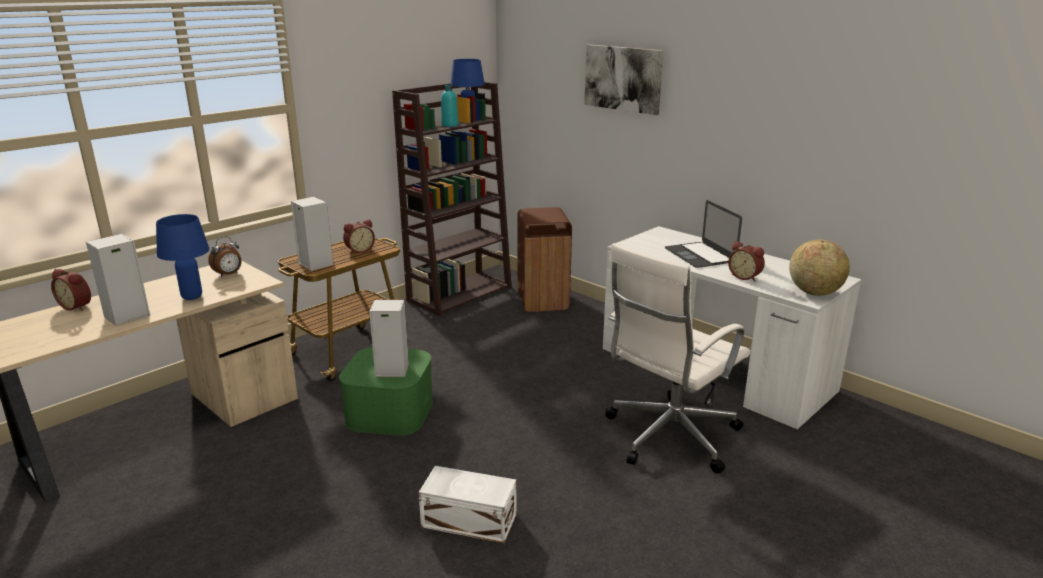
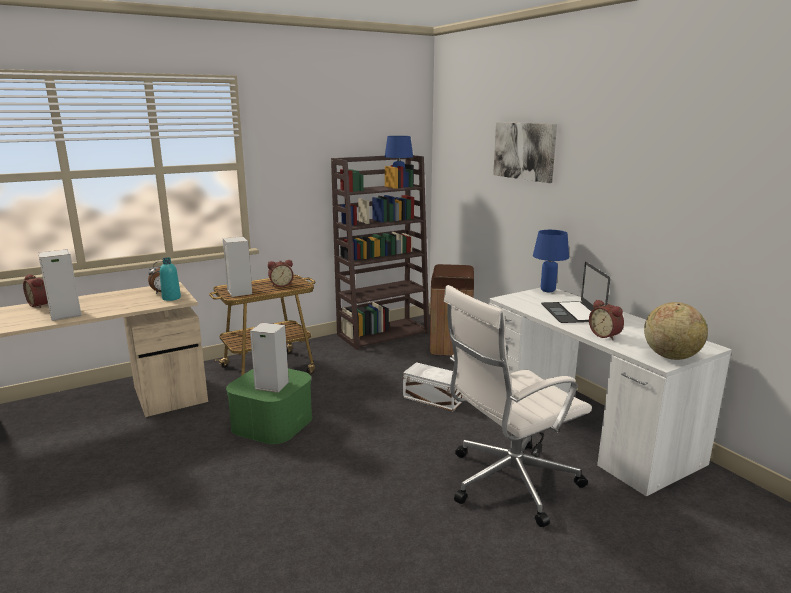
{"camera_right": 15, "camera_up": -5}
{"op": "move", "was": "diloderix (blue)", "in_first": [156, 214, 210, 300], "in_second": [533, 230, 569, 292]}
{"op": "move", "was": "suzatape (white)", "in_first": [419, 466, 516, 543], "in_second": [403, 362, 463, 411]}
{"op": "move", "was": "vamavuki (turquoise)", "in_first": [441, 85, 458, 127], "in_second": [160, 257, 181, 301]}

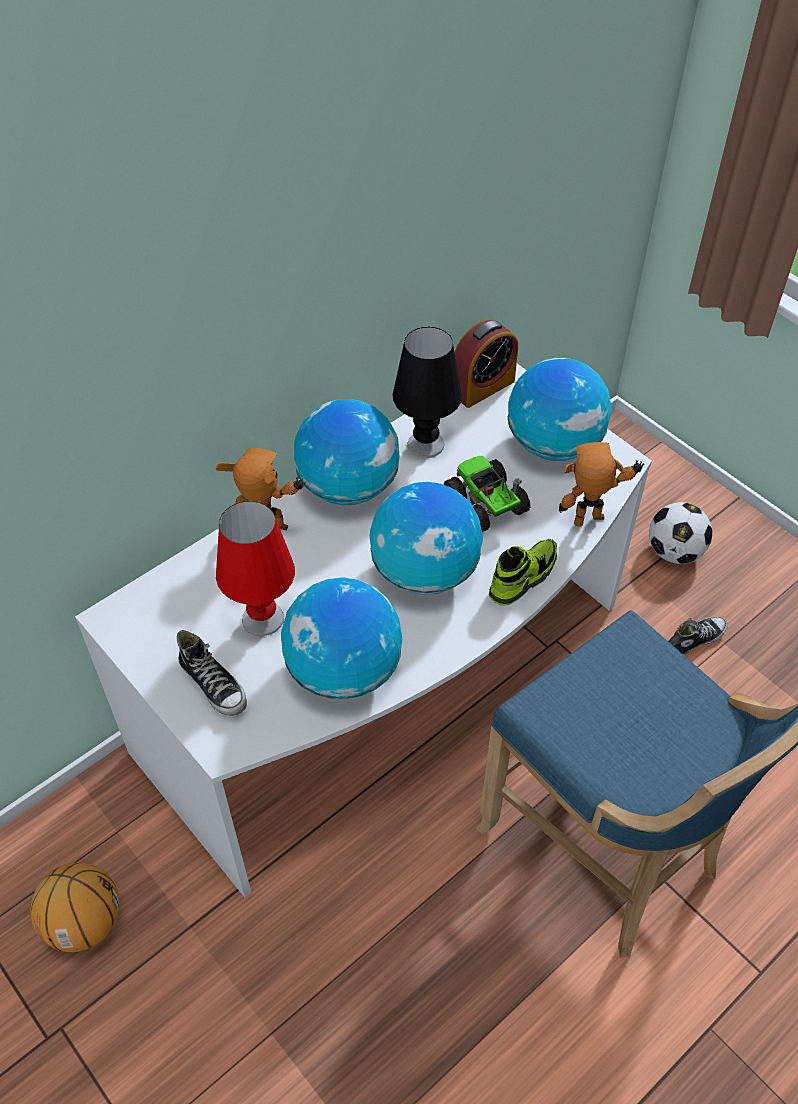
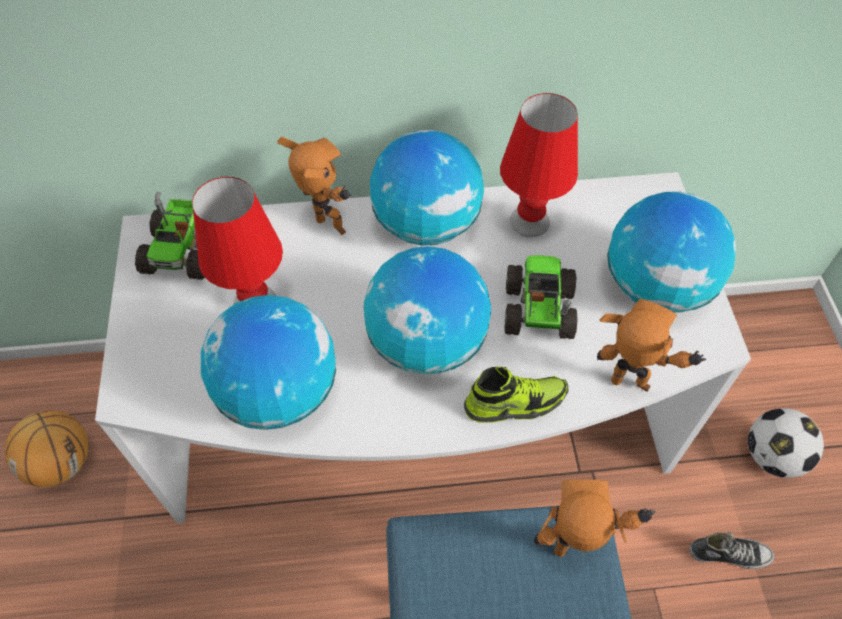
{"camera_right": 35, "camera_up": 5}
{"op": "delete", "was": "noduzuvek", "in_first": [177, 630, 247, 716]}
{"op": "delete", "was": "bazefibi", "in_first": [455, 319, 518, 408]}
{"op": "insert", "now": "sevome", "in_second": [135, 192, 205, 280]}
{"op": "insert", "now": "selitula", "in_second": [534, 479, 656, 557]}
{"op": "recolor", "was": "diloderix (black)", "now": "diloderix (red)", "in_first": [393, 327, 462, 458], "in_second": [500, 93, 578, 237]}

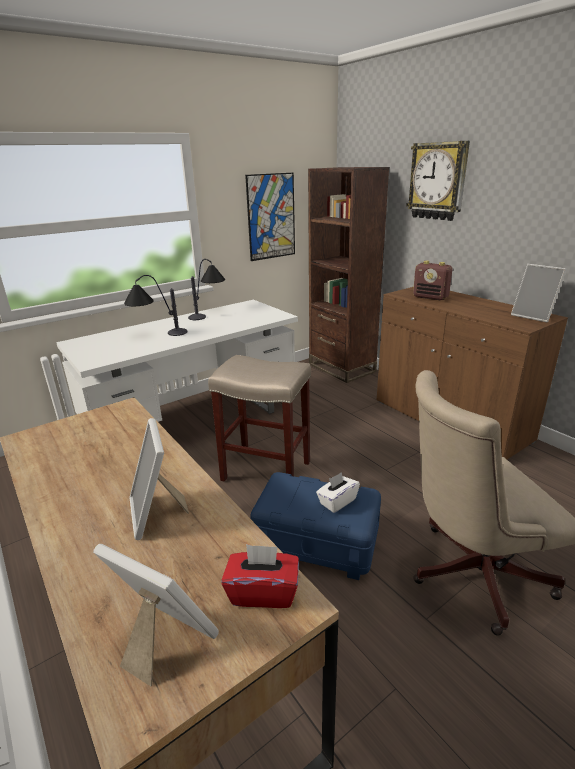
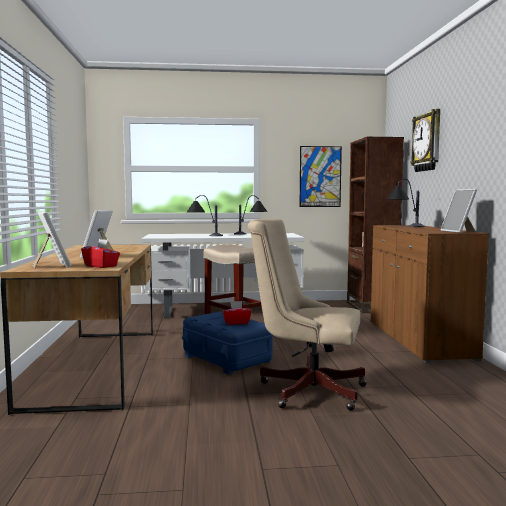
{"camera_right": 30, "camera_up": -20}
{"op": "replace", "was": "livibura", "now": "diloderix", "in_first": [413, 261, 452, 300], "in_second": [387, 179, 425, 227]}
{"op": "recolor", "was": "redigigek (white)", "now": "redigigek (red)", "in_first": [316, 472, 360, 513], "in_second": [222, 301, 252, 325]}

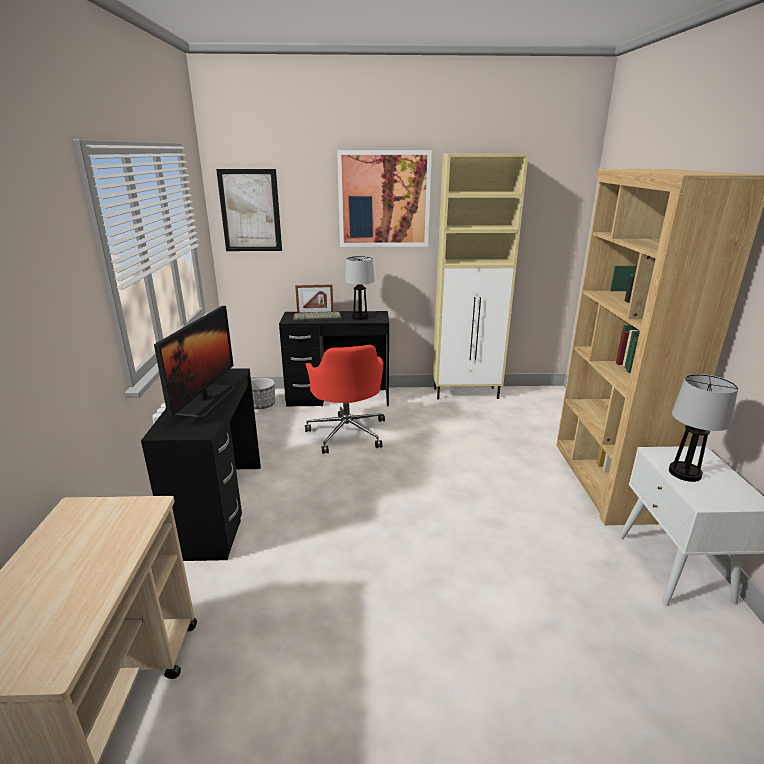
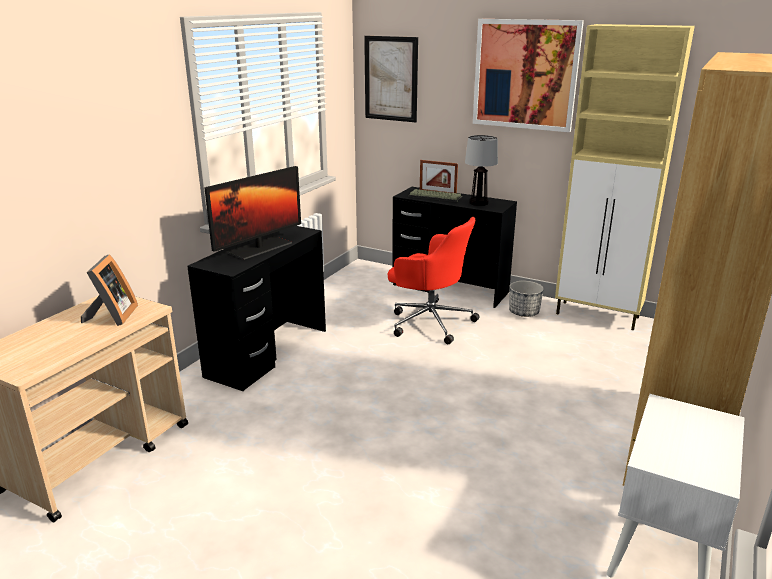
{"camera_right": 30, "camera_up": 0}
{"op": "delete", "was": "diloderix", "in_first": [669, 374, 738, 482]}
{"op": "insert", "now": "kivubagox", "in_second": [81, 254, 138, 326]}
{"op": "move", "was": "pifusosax", "in_first": [251, 378, 275, 409], "in_second": [509, 281, 544, 317]}
{"op": "rotate", "was": "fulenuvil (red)", "in_first": [305, 345, 385, 454], "in_second": [388, 217, 480, 344], "clockwise": -75}

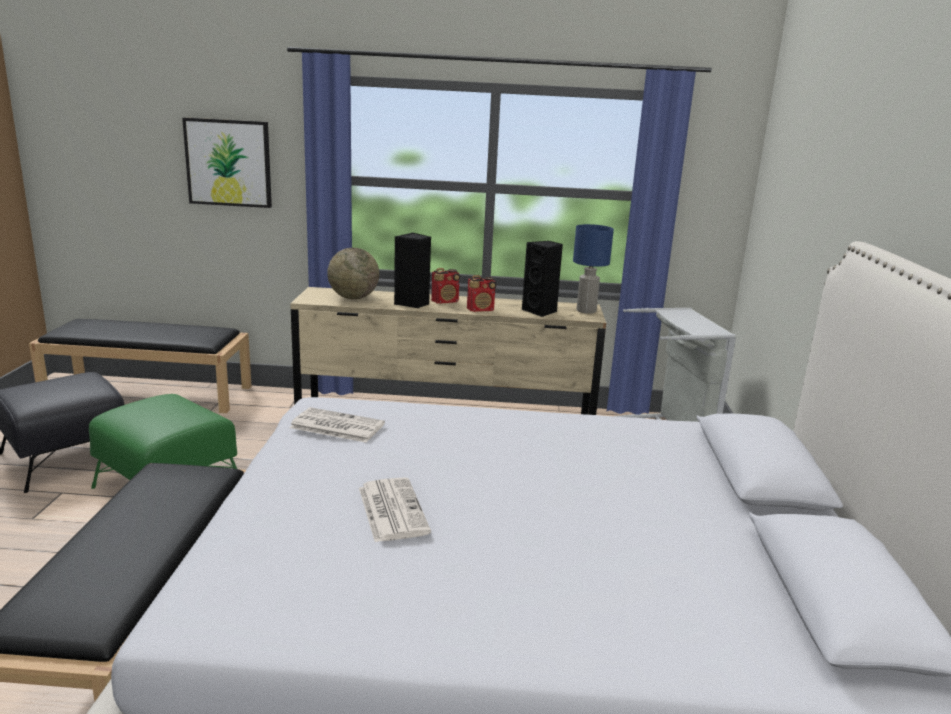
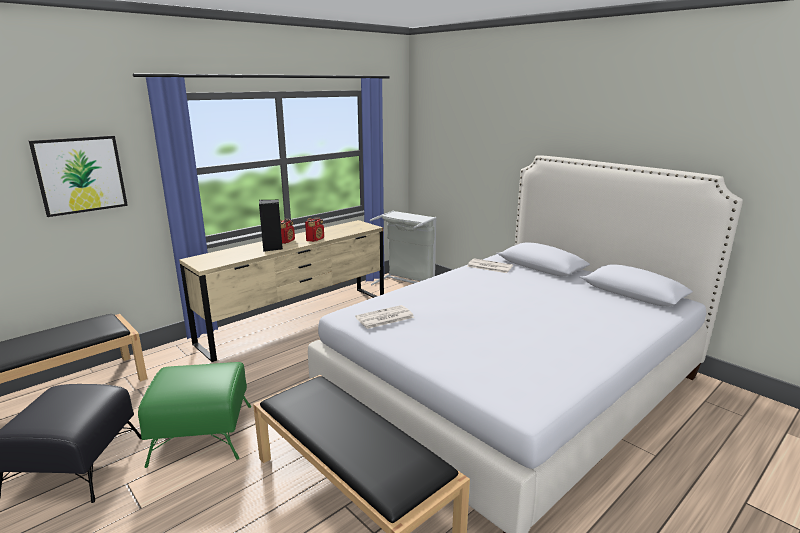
{"camera_right": -45, "camera_up": 0}
{"op": "delete", "was": "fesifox", "in_first": [327, 248, 379, 299]}
{"op": "delete", "was": "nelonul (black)", "in_first": [522, 241, 563, 317]}
{"op": "delete", "was": "diloderix (blue)", "in_first": [573, 224, 614, 314]}
{"op": "move", "was": "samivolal", "in_first": [359, 477, 431, 542], "in_second": [467, 258, 513, 273]}

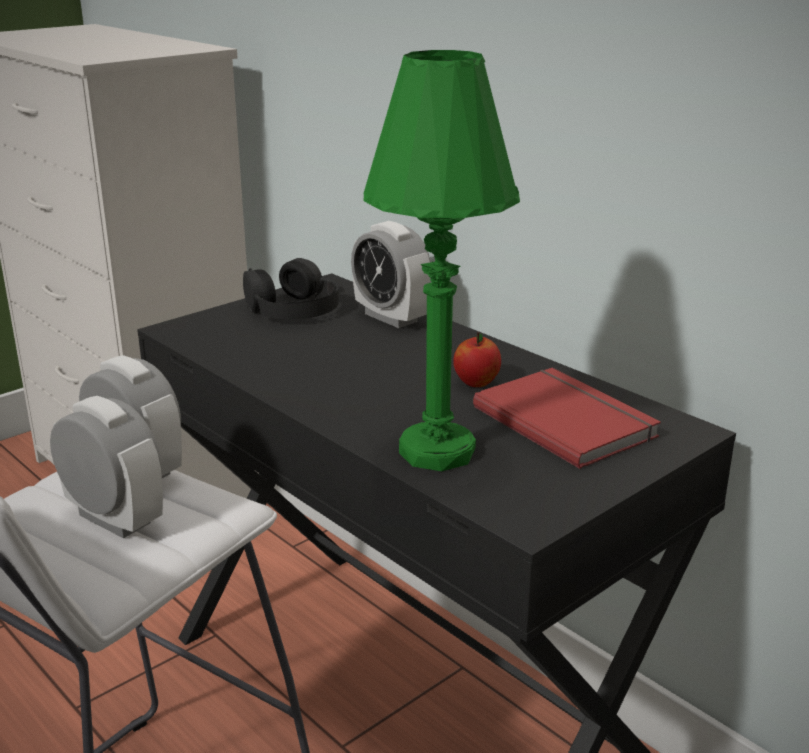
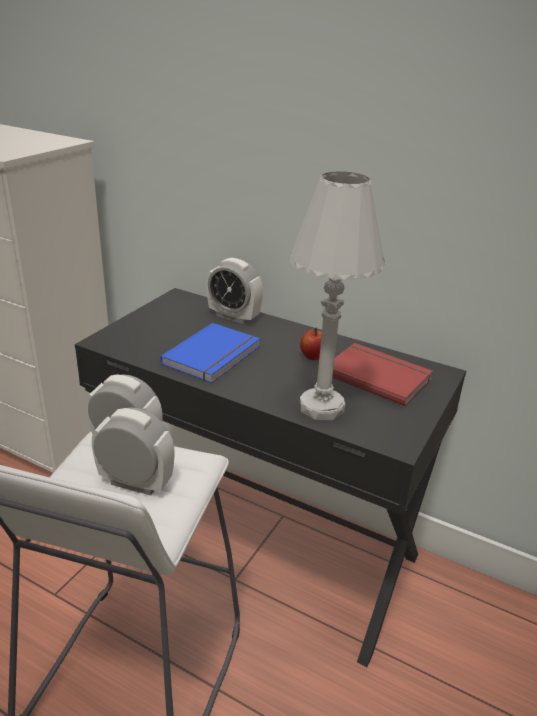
{"camera_right": -20, "camera_up": 5}
{"op": "delete", "was": "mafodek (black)", "in_first": [243, 258, 339, 320]}
{"op": "insert", "now": "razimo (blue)", "in_second": [160, 323, 260, 383]}
{"op": "recolor", "was": "diloderix (green)", "now": "diloderix (white)", "in_first": [363, 50, 520, 471], "in_second": [290, 171, 385, 420]}

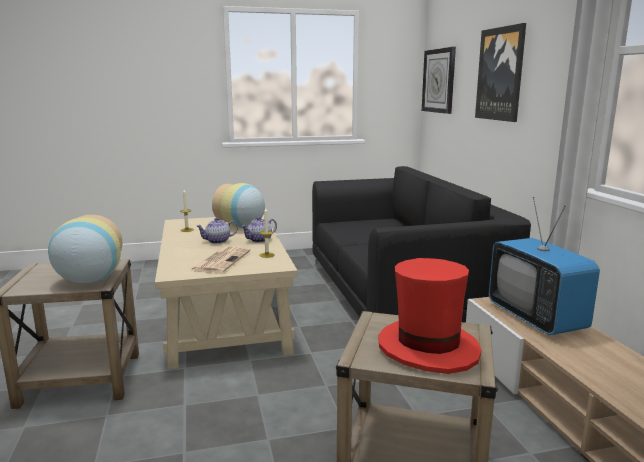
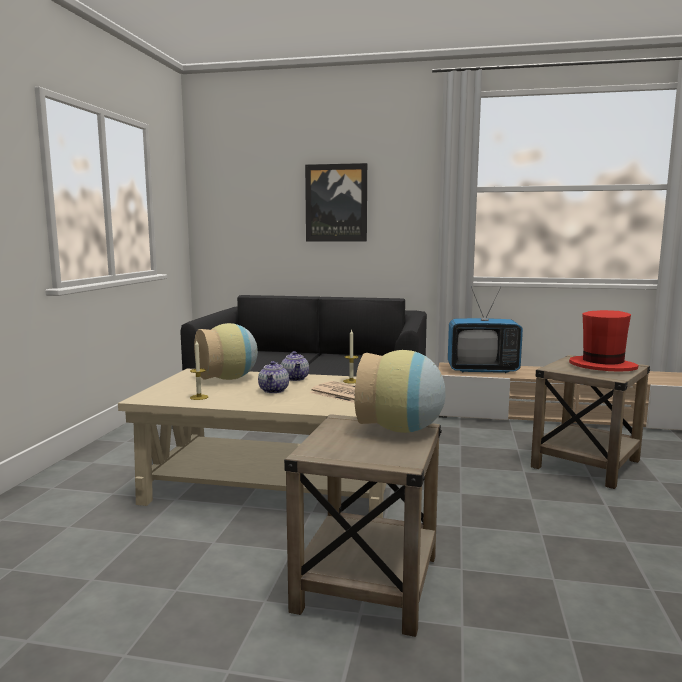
{"camera_right": -65, "camera_up": -5}
{"op": "delete", "was": "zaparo", "in_first": [422, 47, 456, 114]}

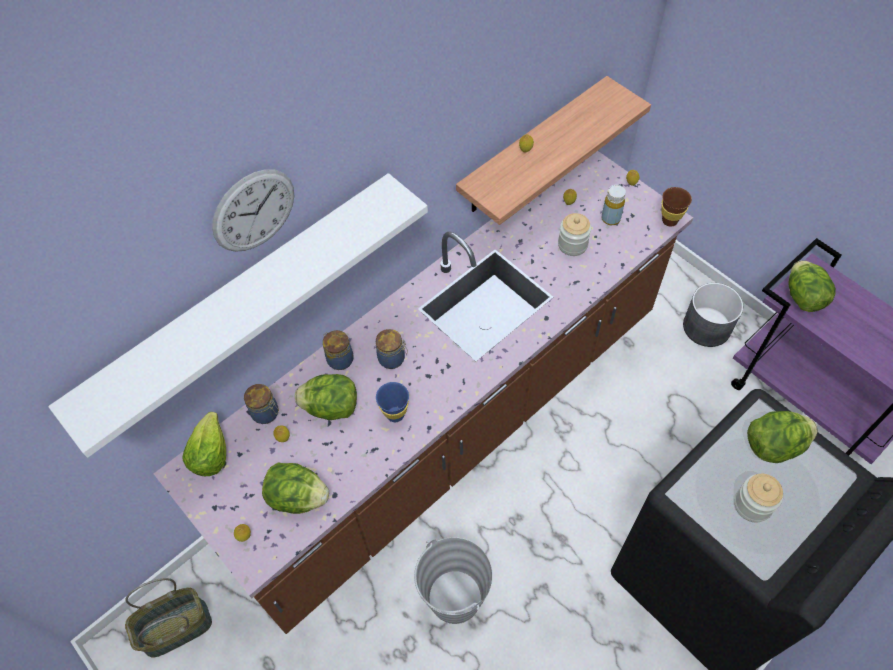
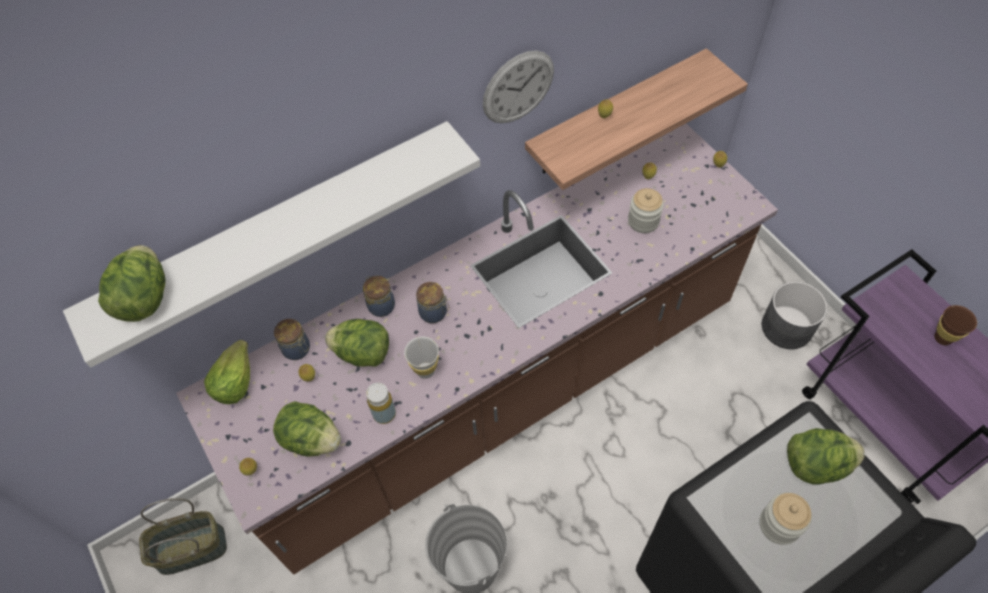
{"camera_right": 10, "camera_up": 0}
{"op": "move", "was": "zaparo", "in_first": [212, 169, 294, 252], "in_second": [483, 50, 554, 123]}
{"op": "move", "was": "vamavuki (yellow)", "in_first": [601, 185, 626, 225], "in_second": [366, 383, 396, 424]}
{"op": "move", "was": "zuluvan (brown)", "in_first": [661, 187, 692, 227], "in_second": [935, 305, 977, 345]}
{"op": "move", "was": "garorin", "in_first": [788, 260, 836, 312], "in_second": [98, 245, 165, 322]}
{"op": "recolor", "was": "zuluvan (blue)", "now": "zuluvan (white)", "in_first": [376, 382, 409, 422], "in_second": [404, 336, 439, 379]}

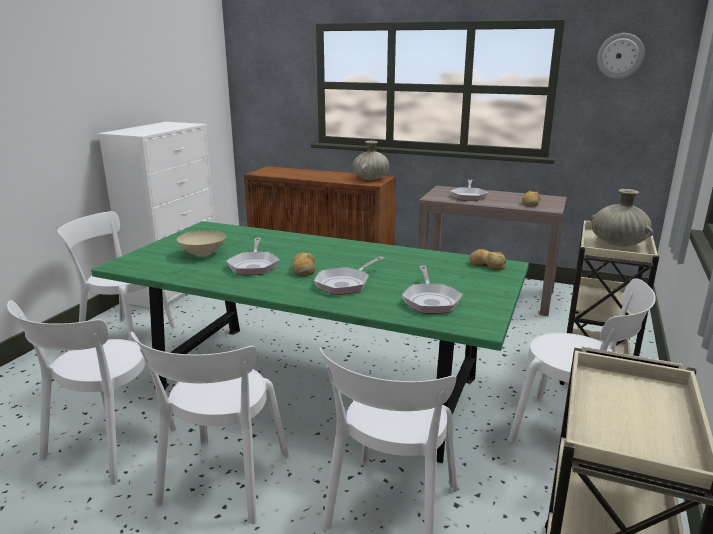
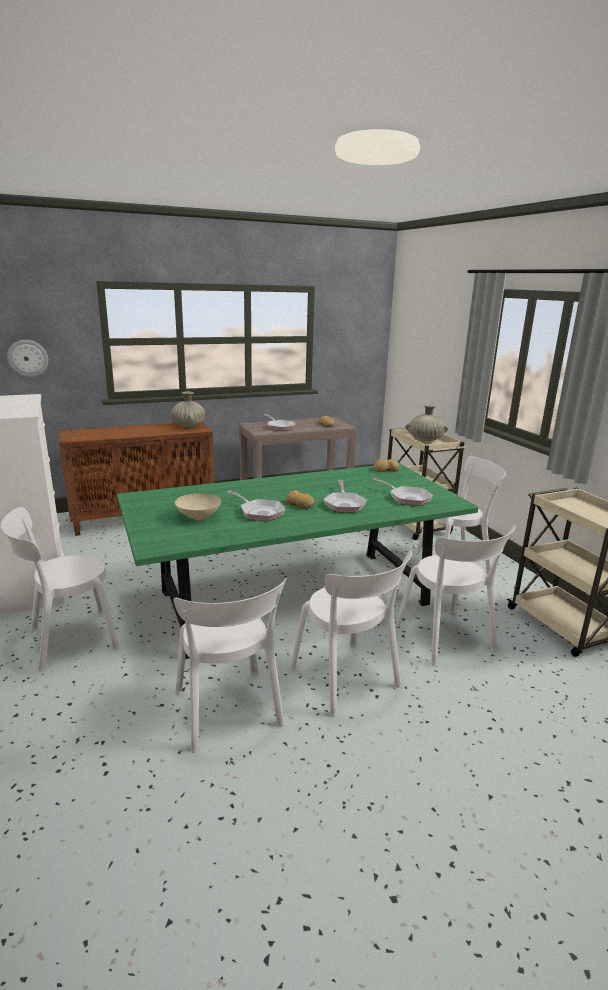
{"camera_right": -45, "camera_up": 0}
{"op": "move", "was": "zaparo", "in_first": [597, 33, 645, 79], "in_second": [7, 340, 48, 377]}

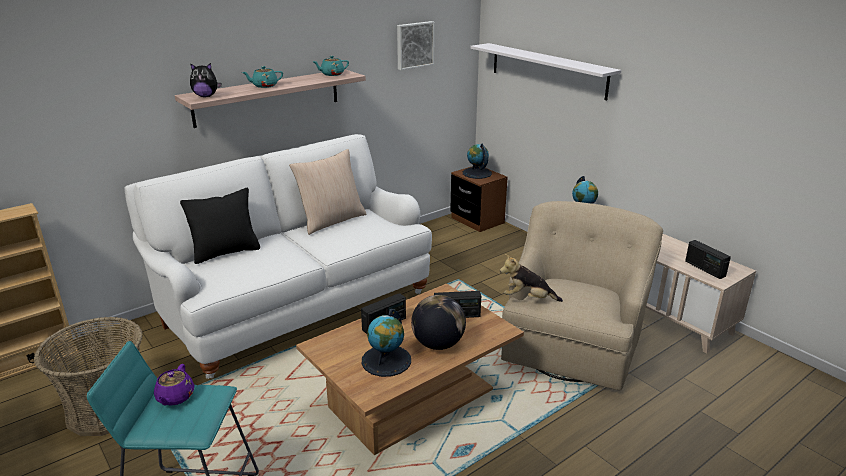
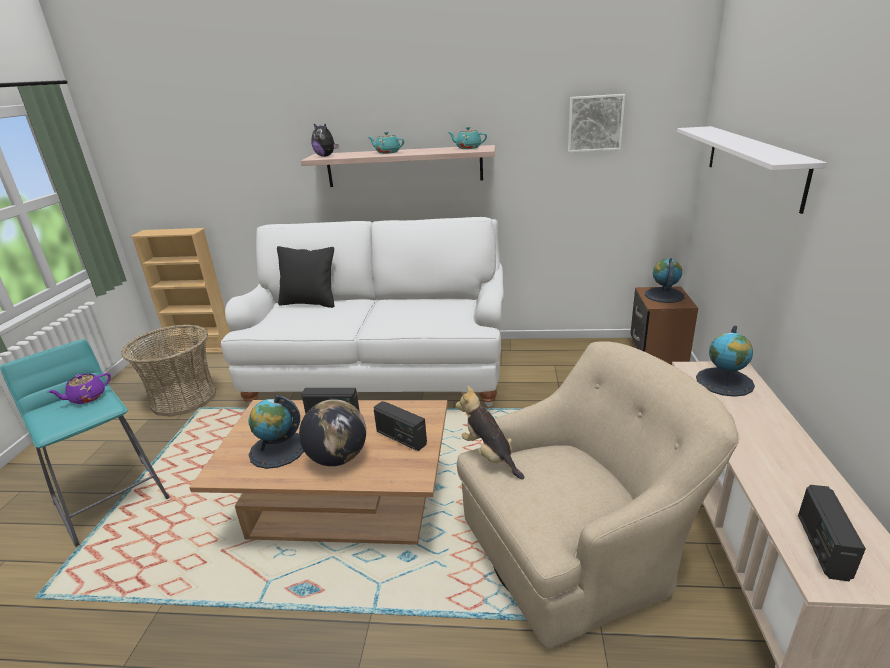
{"camera_right": 45, "camera_up": 0}
{"op": "delete", "was": "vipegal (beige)", "in_first": [289, 149, 366, 235]}

